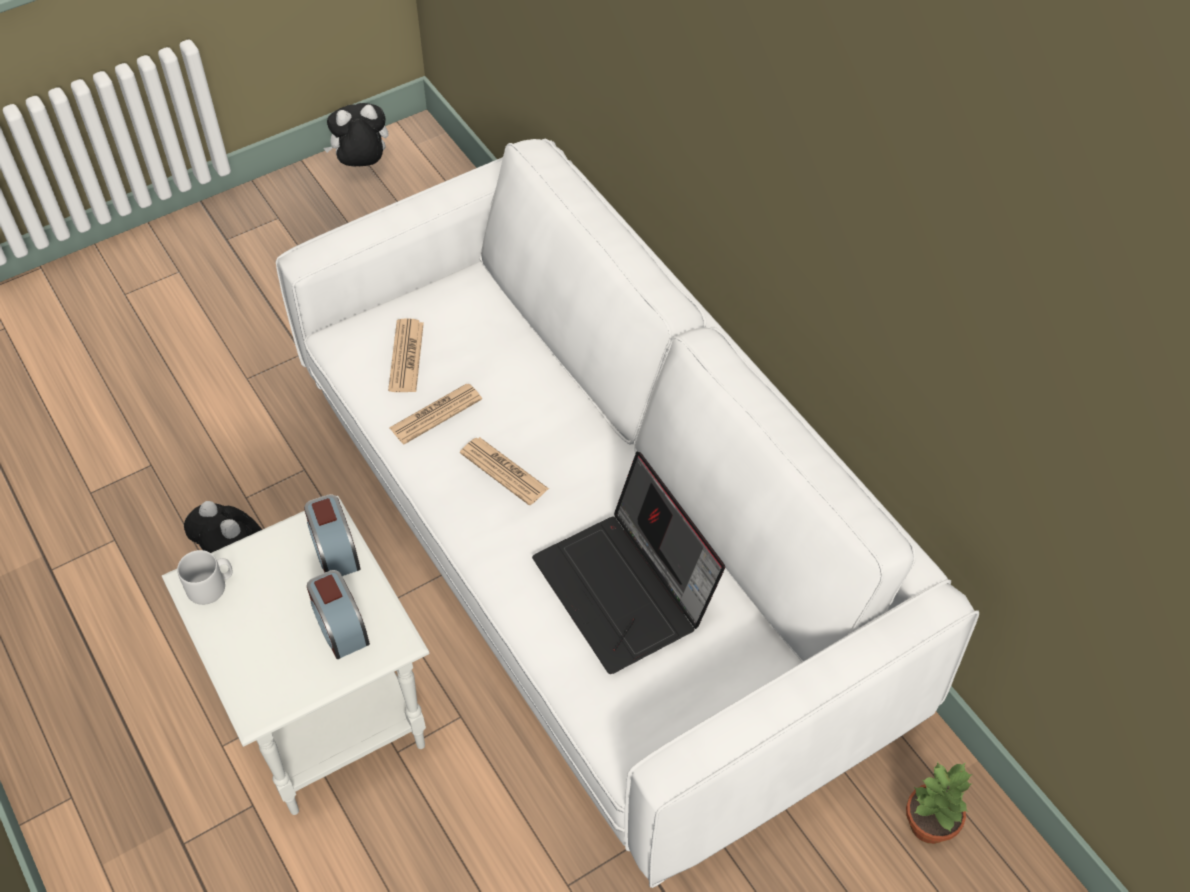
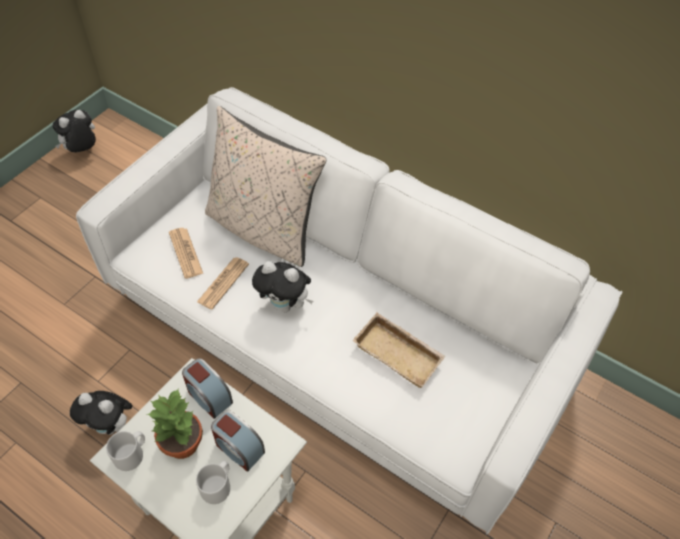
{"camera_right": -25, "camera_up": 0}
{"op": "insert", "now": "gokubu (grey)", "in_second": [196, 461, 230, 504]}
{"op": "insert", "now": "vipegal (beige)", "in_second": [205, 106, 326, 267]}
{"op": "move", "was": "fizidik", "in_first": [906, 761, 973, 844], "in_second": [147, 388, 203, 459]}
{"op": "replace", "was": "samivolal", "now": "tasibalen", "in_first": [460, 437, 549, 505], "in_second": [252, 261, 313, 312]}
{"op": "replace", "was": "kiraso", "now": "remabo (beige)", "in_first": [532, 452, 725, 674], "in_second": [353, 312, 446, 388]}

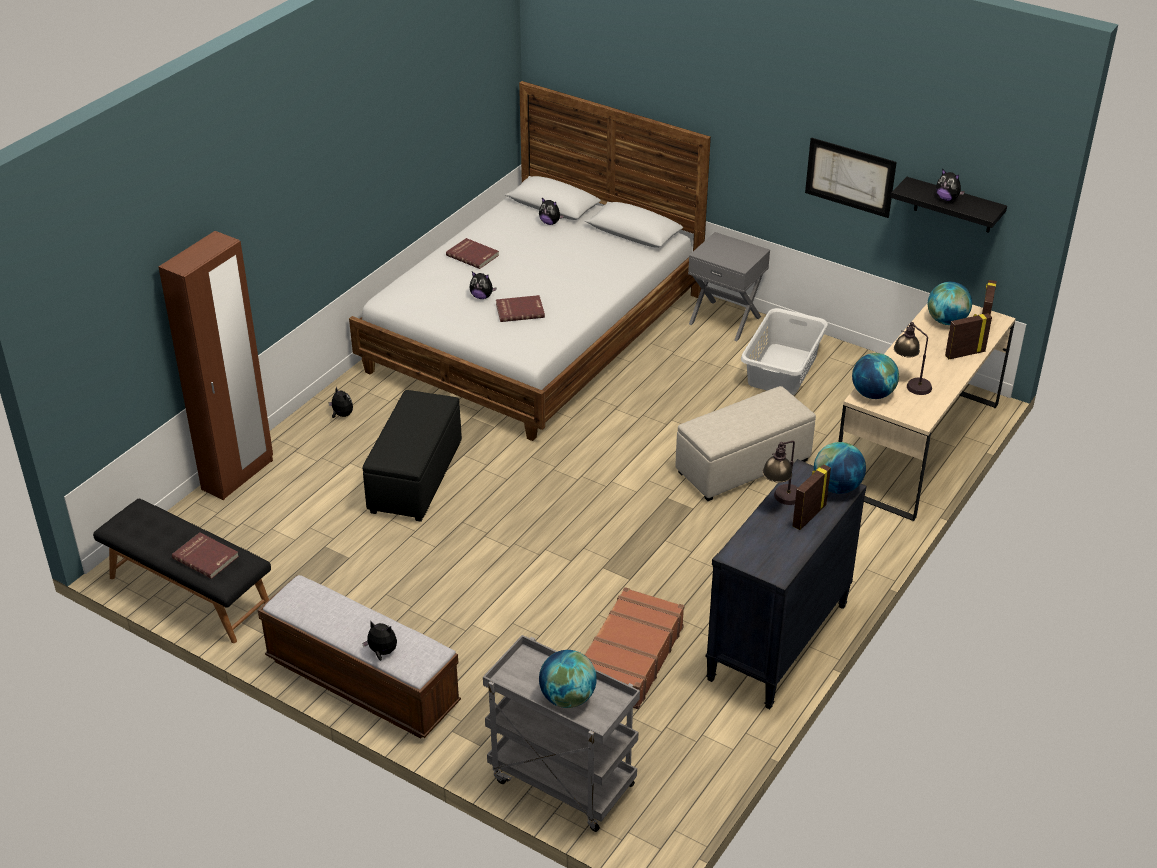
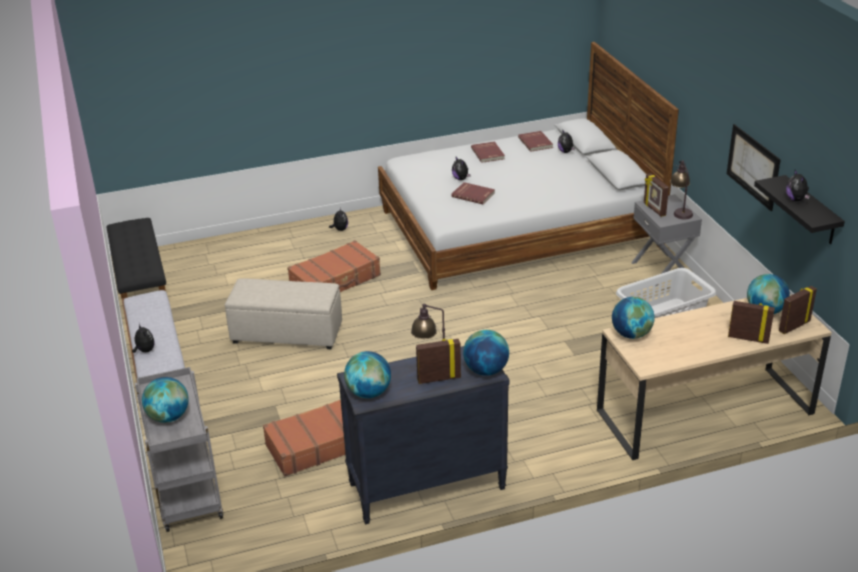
{"camera_right": 40, "camera_up": -5}
{"op": "delete", "was": "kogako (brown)", "in_first": [158, 231, 273, 500]}
{"op": "insert", "now": "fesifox", "in_second": [344, 351, 391, 398]}
{"op": "insert", "now": "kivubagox", "in_second": [644, 173, 669, 217]}
{"op": "move", "was": "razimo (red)", "in_first": [172, 532, 239, 579], "in_second": [518, 131, 553, 152]}
{"op": "move", "was": "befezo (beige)", "in_first": [675, 386, 816, 501], "in_second": [225, 278, 342, 349]}
{"op": "move", "was": "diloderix", "in_first": [894, 322, 932, 395], "in_second": [670, 160, 693, 219]}
{"op": "replace", "was": "befezo (black)", "now": "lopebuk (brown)", "in_first": [362, 390, 462, 522], "in_second": [287, 240, 381, 292]}

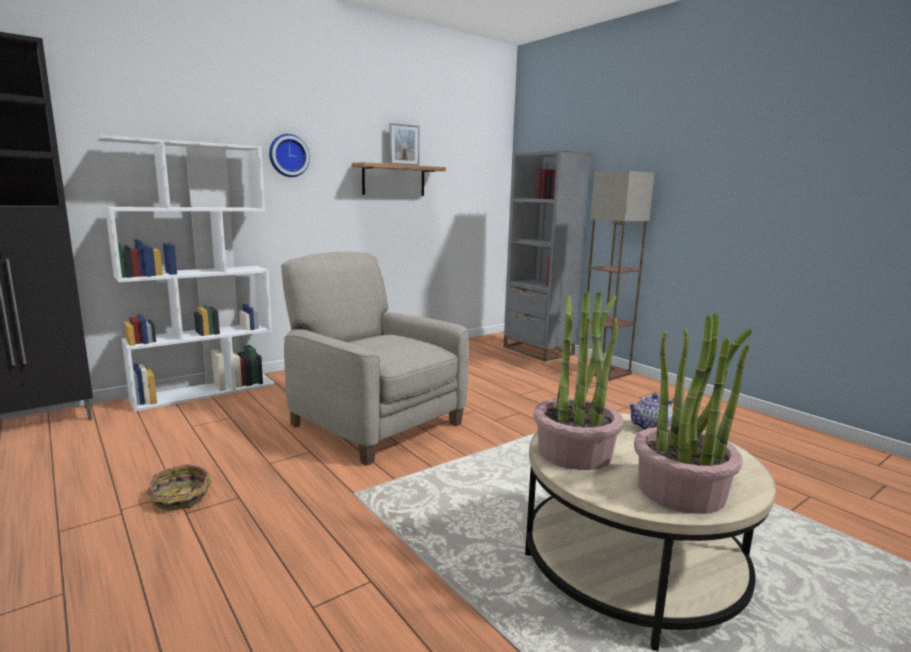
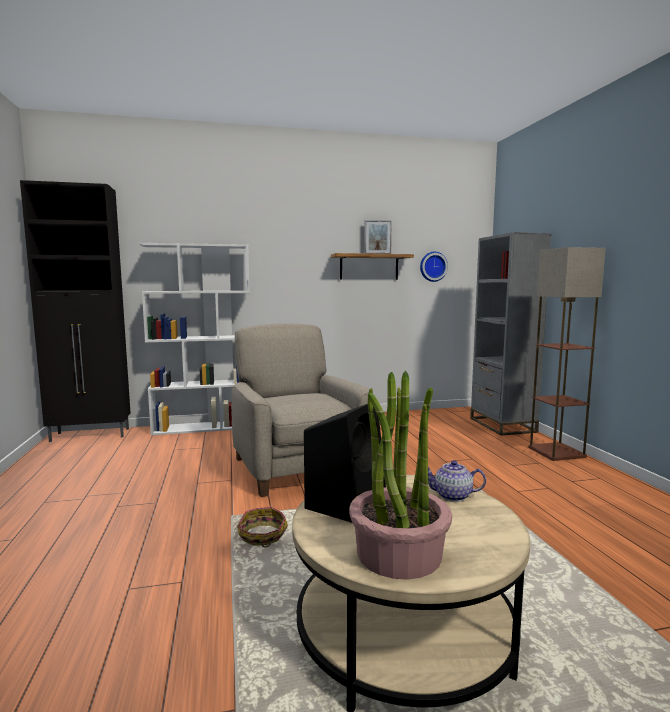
{"camera_right": 25, "camera_up": -5}
{"op": "move", "was": "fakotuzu", "in_first": [146, 464, 212, 511], "in_second": [237, 507, 288, 547]}
{"op": "move", "was": "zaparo", "in_first": [269, 134, 310, 177], "in_second": [420, 252, 448, 282]}
{"op": "replace", "was": "fizidik", "now": "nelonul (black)", "in_first": [534, 291, 624, 470], "in_second": [304, 404, 386, 523]}

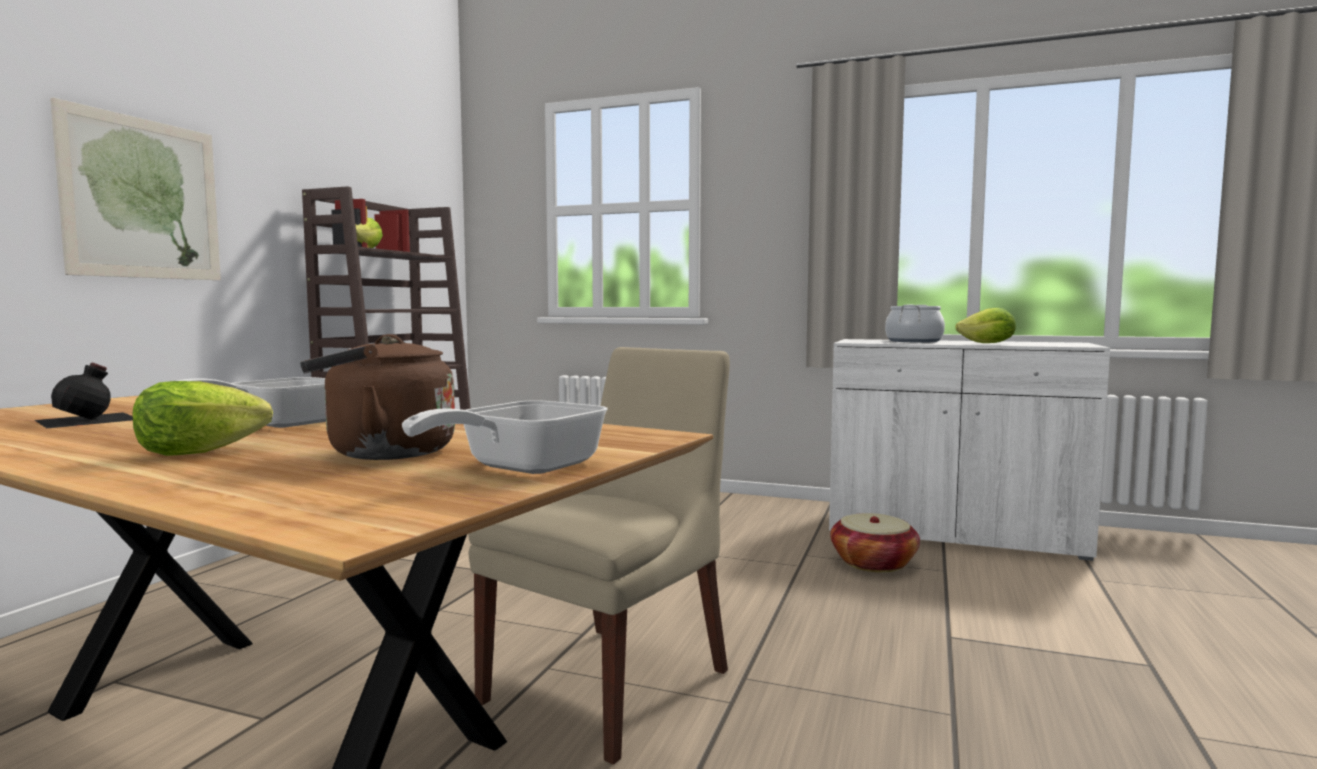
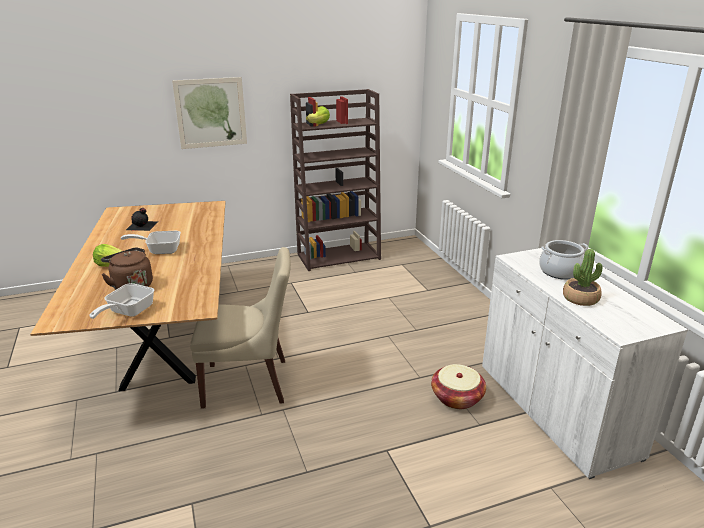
{"camera_right": 50, "camera_up": 20}
{"op": "replace", "was": "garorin", "now": "fizidik", "in_first": [955, 308, 1016, 343], "in_second": [563, 249, 602, 306]}
{"op": "rotate", "was": "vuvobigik", "in_first": [402, 400, 608, 474], "in_second": [89, 283, 154, 319], "clockwise": -60}

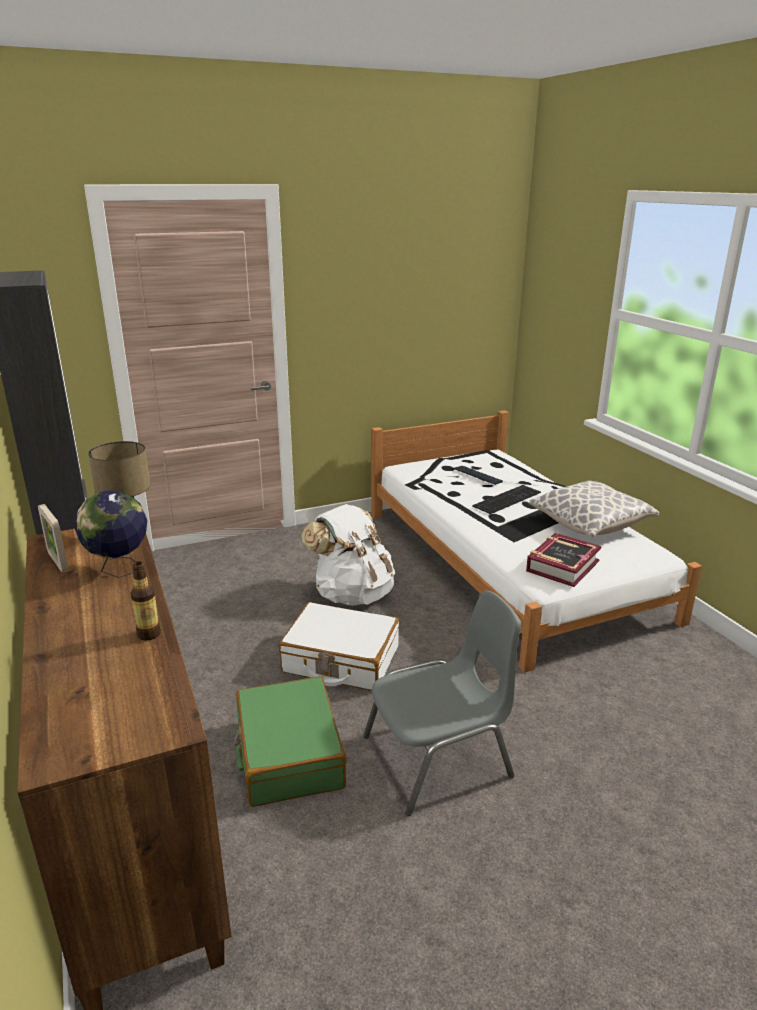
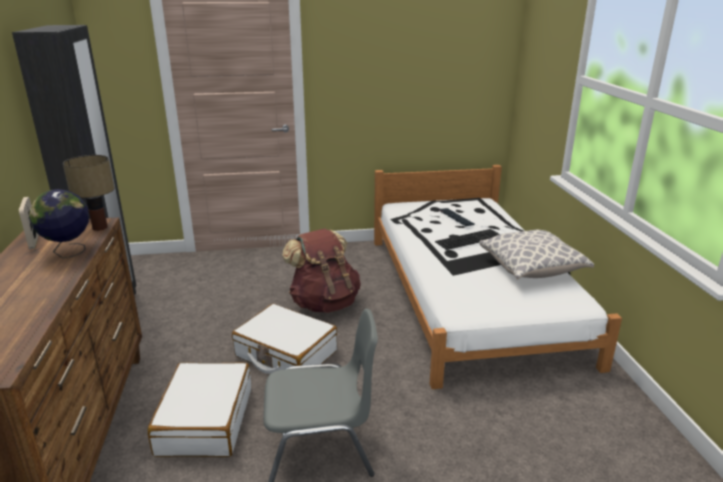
{"camera_right": 15, "camera_up": 0}
{"op": "delete", "was": "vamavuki", "in_first": [130, 561, 161, 641]}
{"op": "delete", "was": "razimo", "in_first": [526, 533, 602, 587]}
{"op": "recolor", "was": "lopebuk (green)", "now": "lopebuk (white)", "in_first": [234, 676, 346, 807], "in_second": [148, 362, 251, 457]}
{"op": "recolor", "was": "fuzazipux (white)", "now": "fuzazipux (brown)", "in_first": [301, 504, 395, 606], "in_second": [282, 228, 361, 313]}

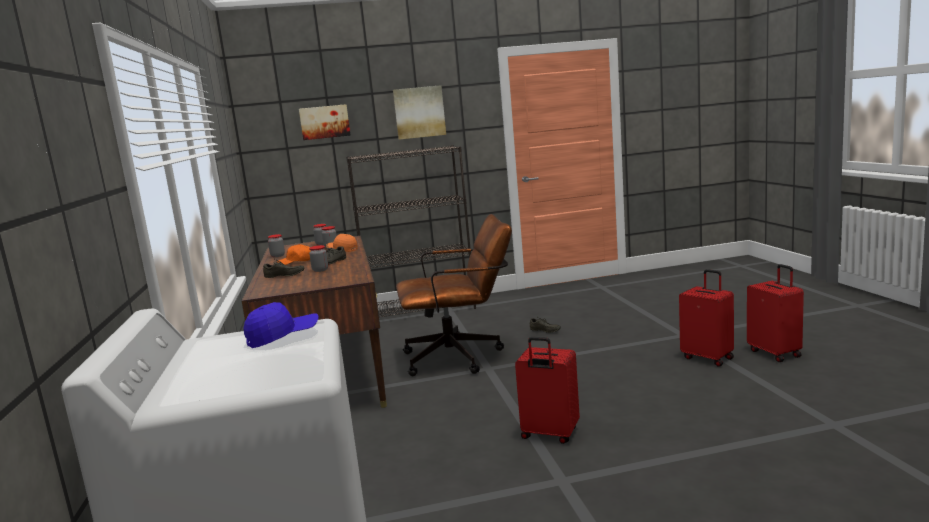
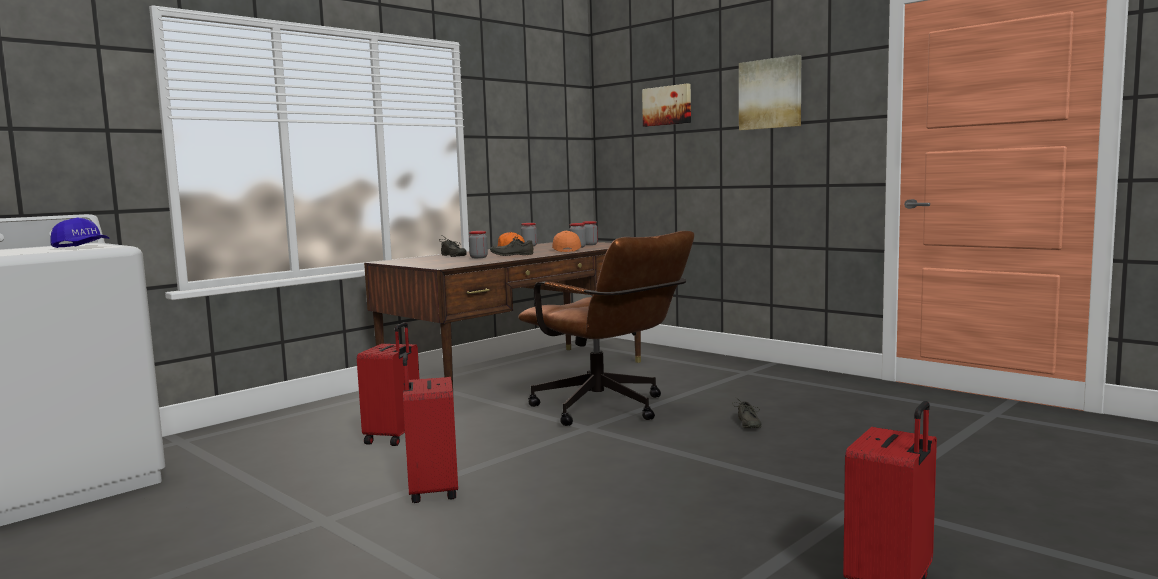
{"camera_right": 55, "camera_up": -5}
{"op": "delete", "was": "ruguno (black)", "in_first": [346, 145, 476, 317]}
{"op": "move", "was": "lopebuk (red)", "in_first": [679, 269, 734, 367], "in_second": [357, 322, 419, 446]}

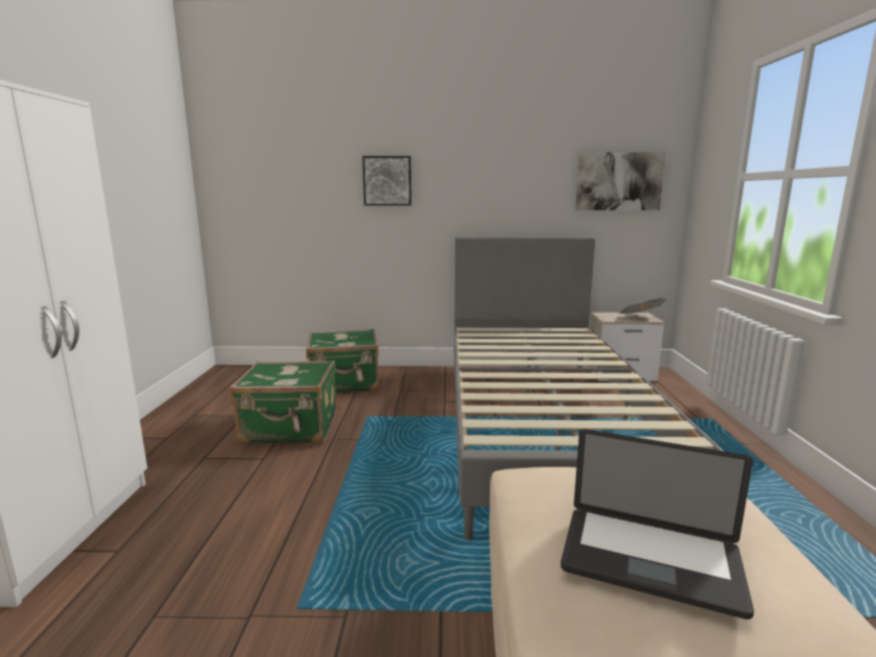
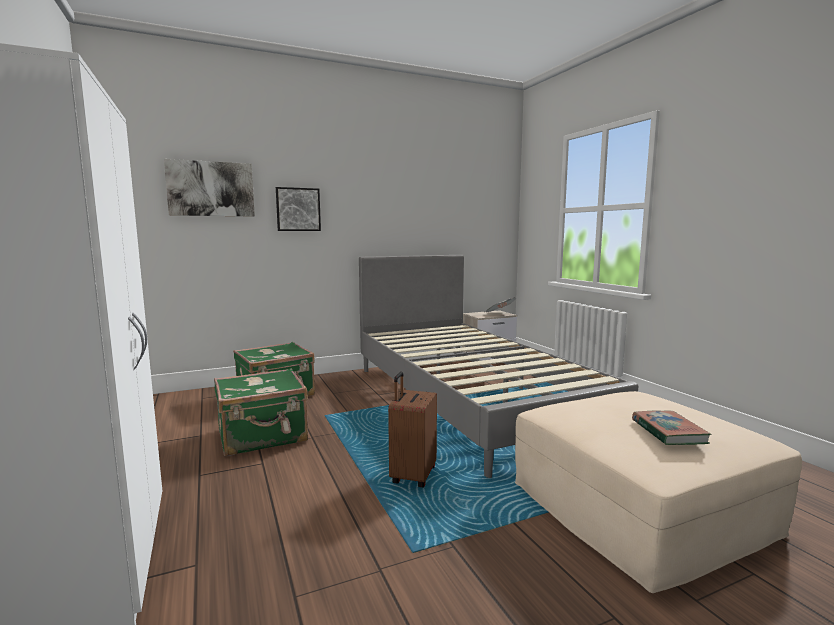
{"camera_right": -25, "camera_up": -5}
{"op": "insert", "now": "lopebuk (brown)", "in_second": [388, 372, 437, 487]}
{"op": "move", "was": "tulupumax", "in_first": [575, 152, 666, 210], "in_second": [164, 159, 255, 217]}
{"op": "replace", "was": "kiraso", "now": "razimo", "in_first": [561, 429, 754, 619], "in_second": [632, 410, 712, 445]}

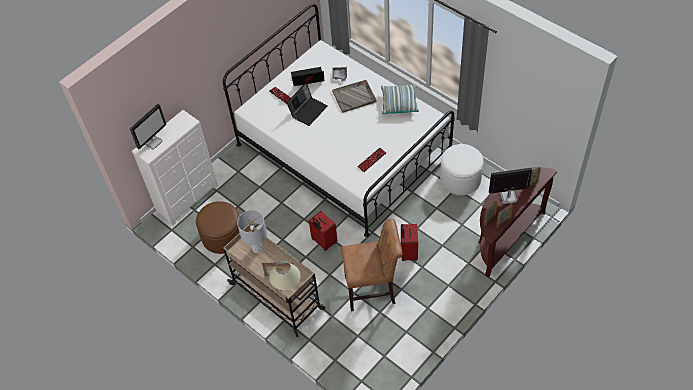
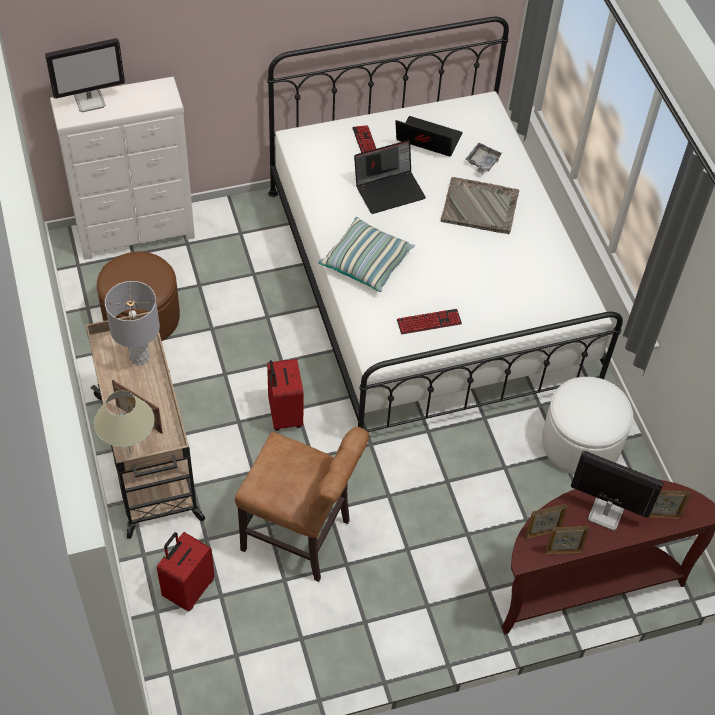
{"camera_right": 25, "camera_up": 0}
{"op": "move", "was": "vipegal", "in_first": [381, 84, 419, 114], "in_second": [318, 217, 415, 292]}
{"op": "move", "was": "lopebuk (red)", "in_first": [401, 224, 418, 261], "in_second": [157, 532, 214, 612]}

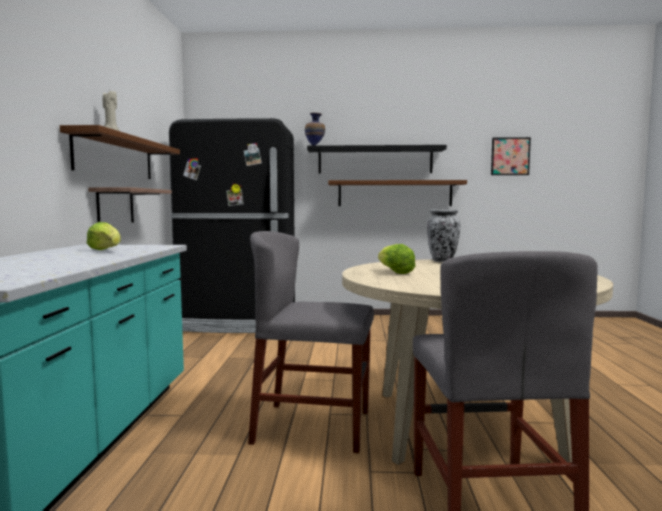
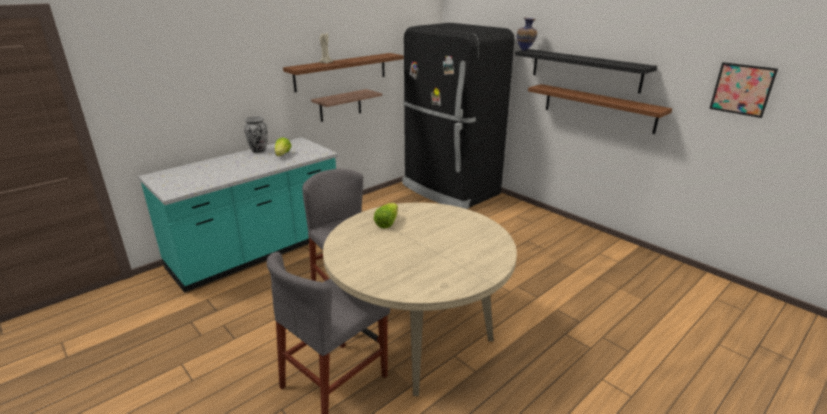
{"camera_right": 45, "camera_up": 20}
{"op": "move", "was": "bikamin", "in_first": [427, 209, 460, 262], "in_second": [244, 116, 268, 153]}

